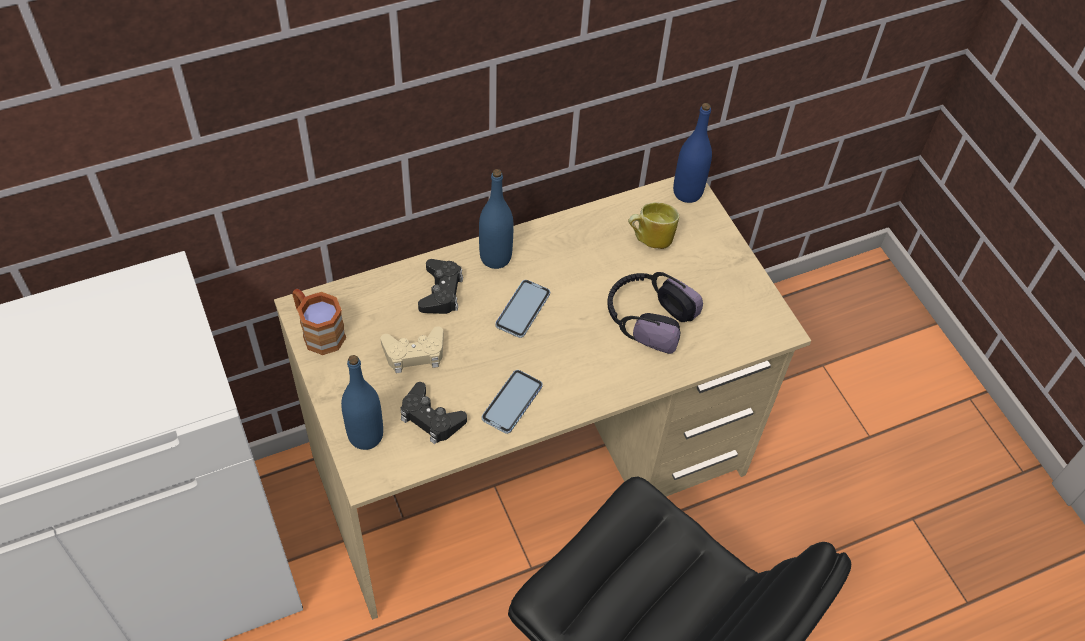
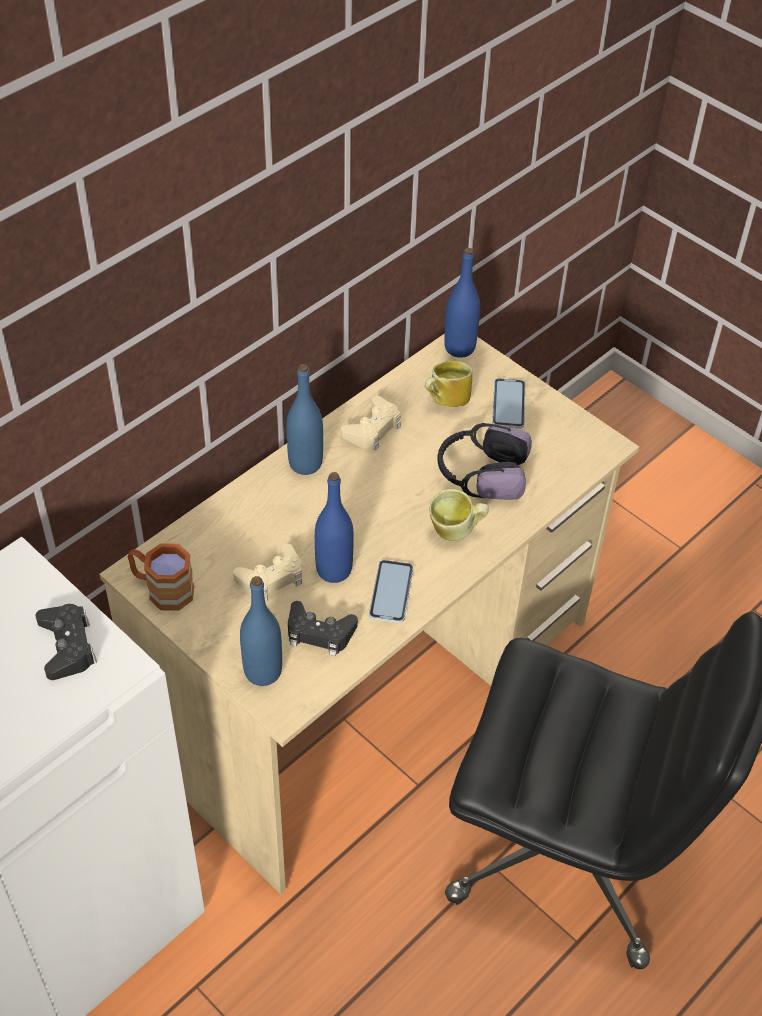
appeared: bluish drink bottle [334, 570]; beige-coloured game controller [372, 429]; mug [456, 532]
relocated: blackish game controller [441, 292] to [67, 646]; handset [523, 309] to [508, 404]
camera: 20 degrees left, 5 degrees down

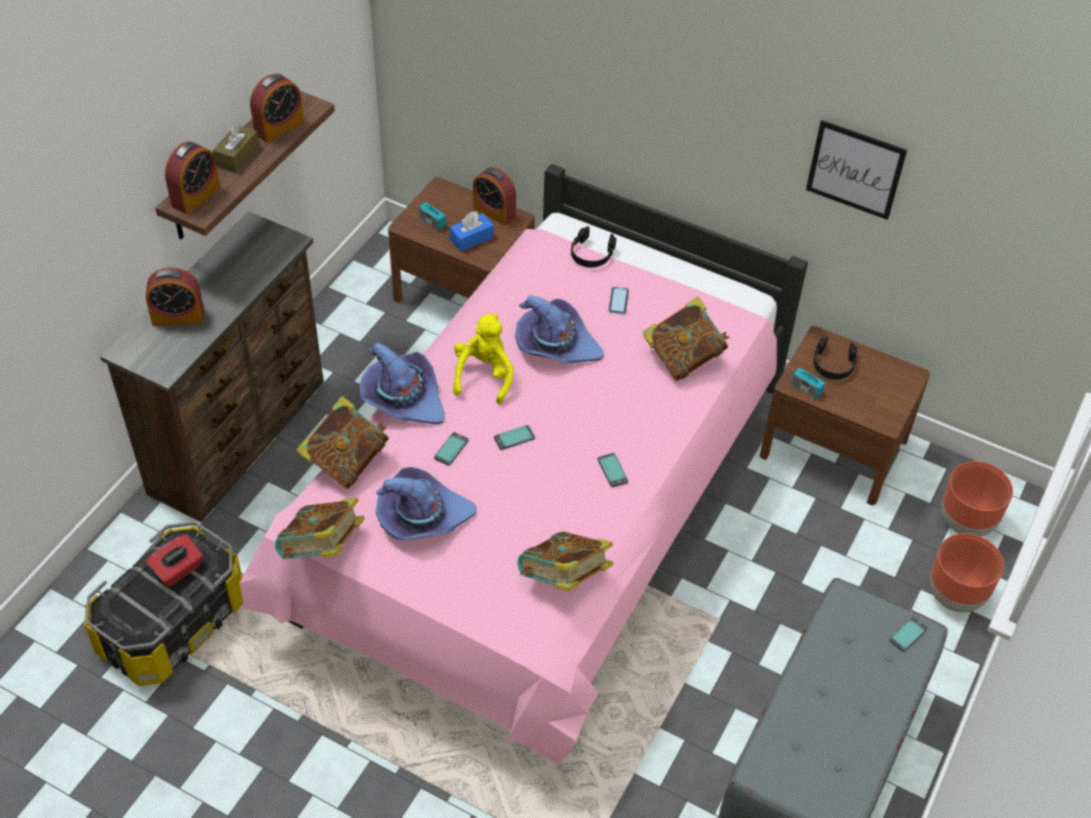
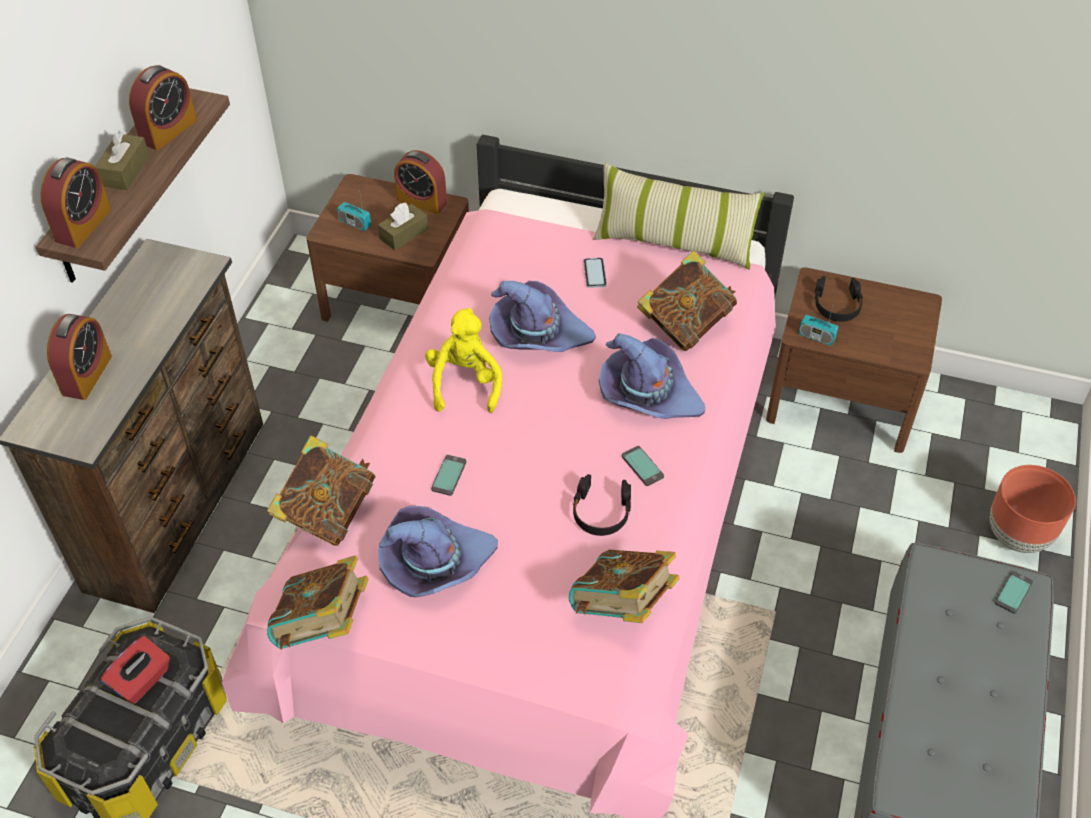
missing: handset [514, 438]; wall picture [855, 169]; brown-coloured planter [965, 522]
appeared: pillow [674, 243]
relocated: purplish hat [402, 398] to [647, 394]; blackish headphones [591, 253] to [601, 512]
colour: bluish tissue box [471, 238] to brown-coloured tissue box [404, 234]
spun: alarm clock [178, 316] = [87, 375] 60 degrees counterclockwise
camera: 10 degrees left, 0 degrees up

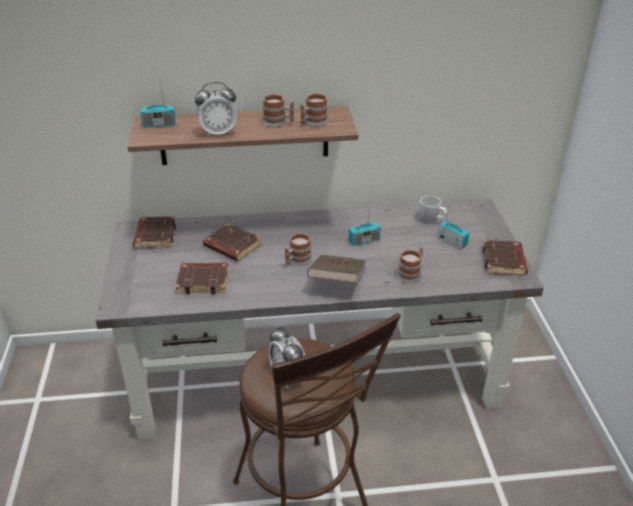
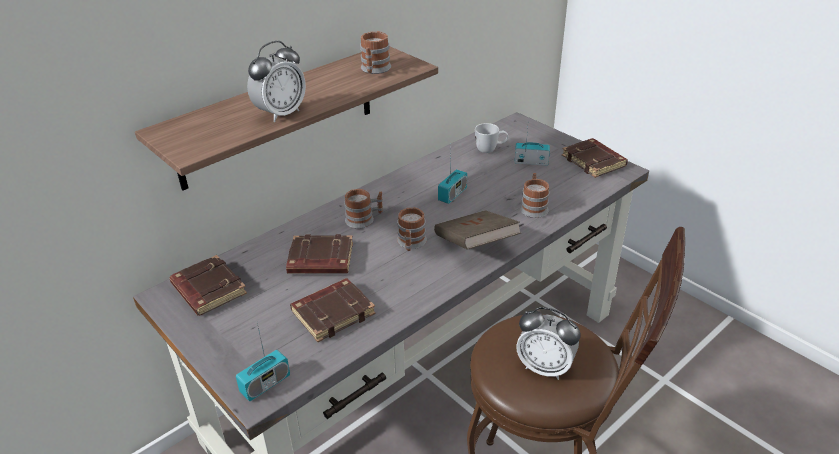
relocated: radio set [159, 124] to [265, 384]; mug [278, 123] to [364, 219]
camera: 35 degrees left, 0 degrees up

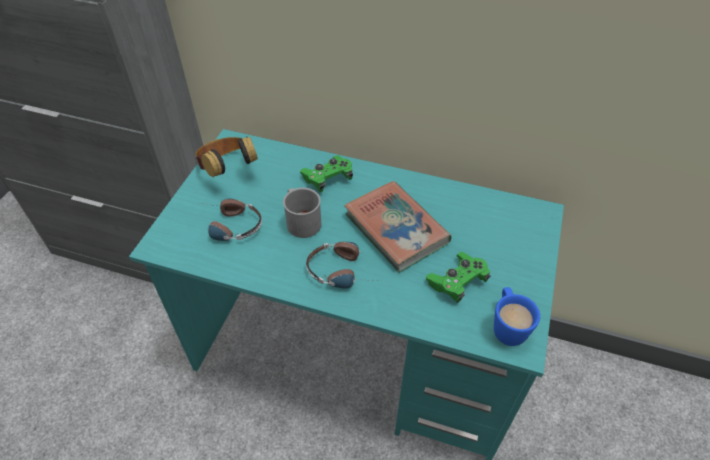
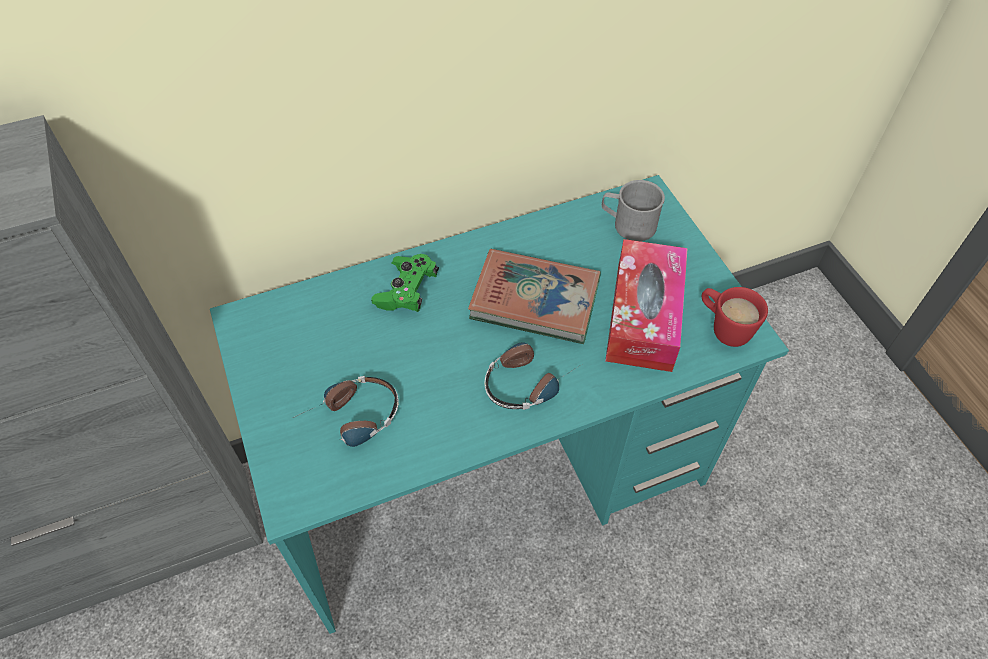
missing: headphones [228, 171]
relocated: gray mug [301, 221] to [628, 224]
exchanged: green-coloured game controller [457, 282] to tissue box [643, 316]
colour: bluish mug [507, 326] to red-coloured mug [723, 328]
camera: 40 degrees left, 5 degrees up

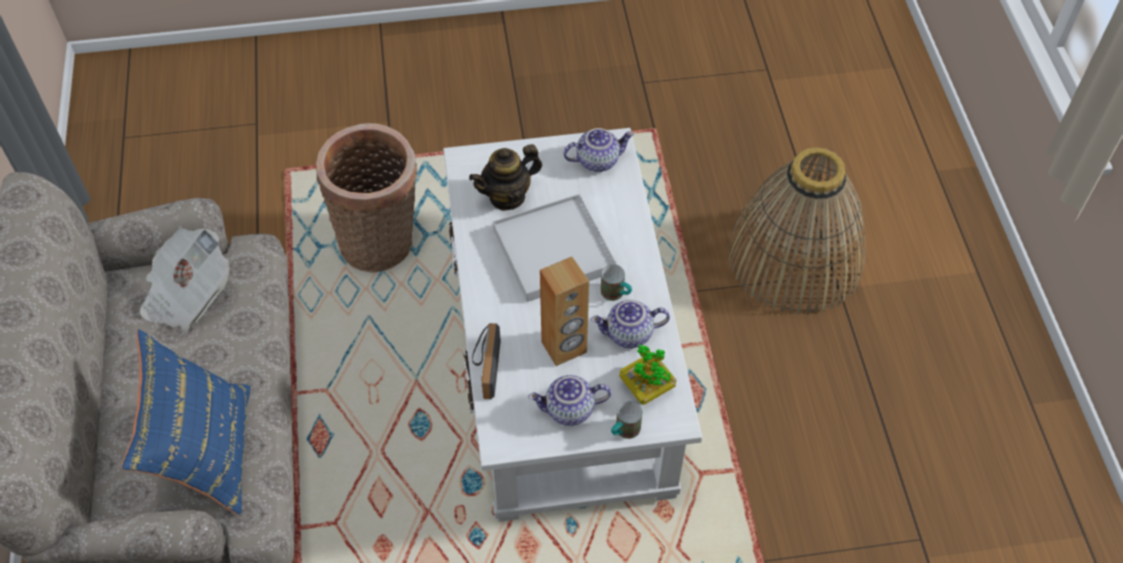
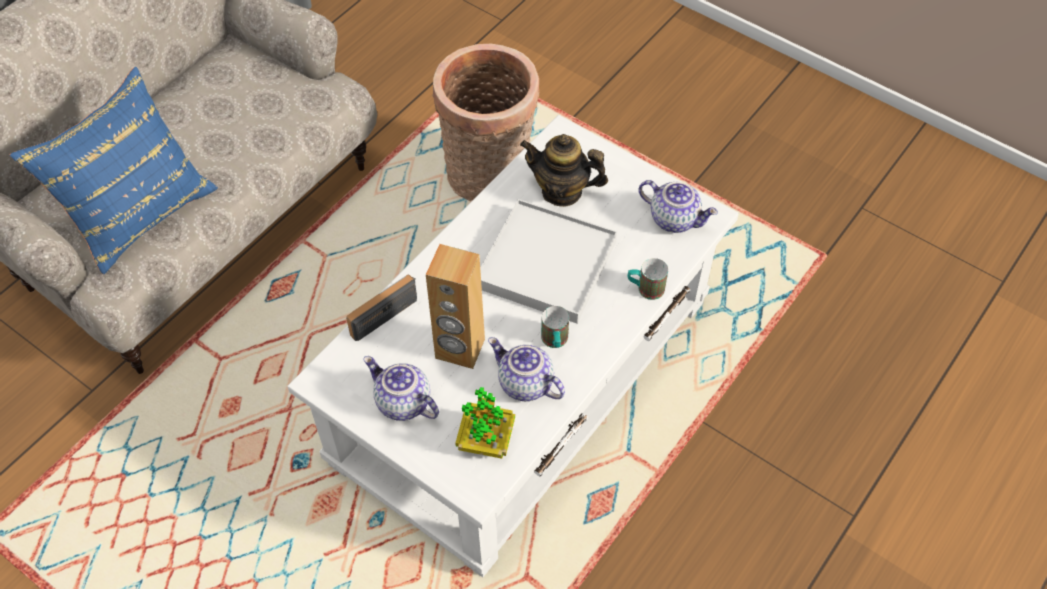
missing: printed paper [188, 294]; household basket [794, 258]
relocated: mug [624, 431] to [645, 289]
camera: 45 degrees right, 0 degrees up

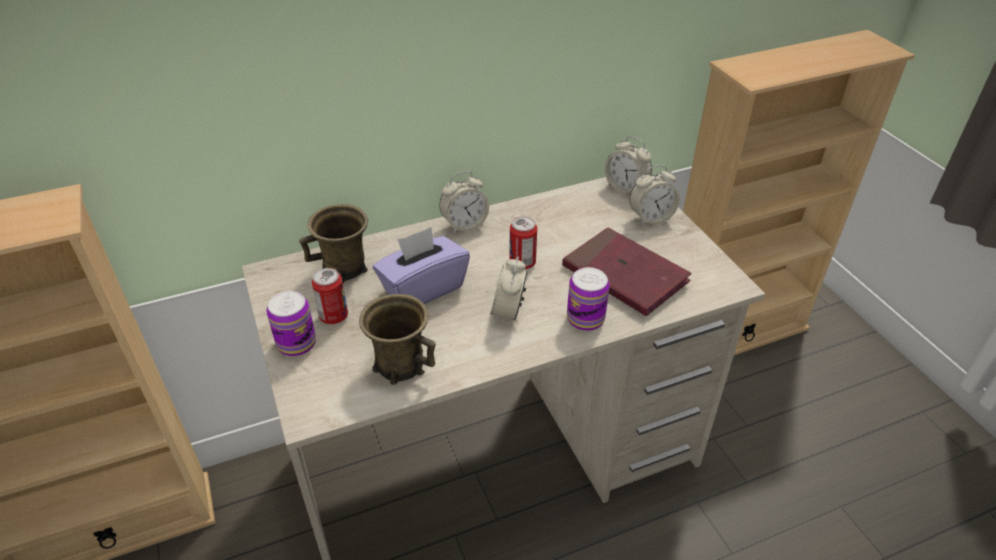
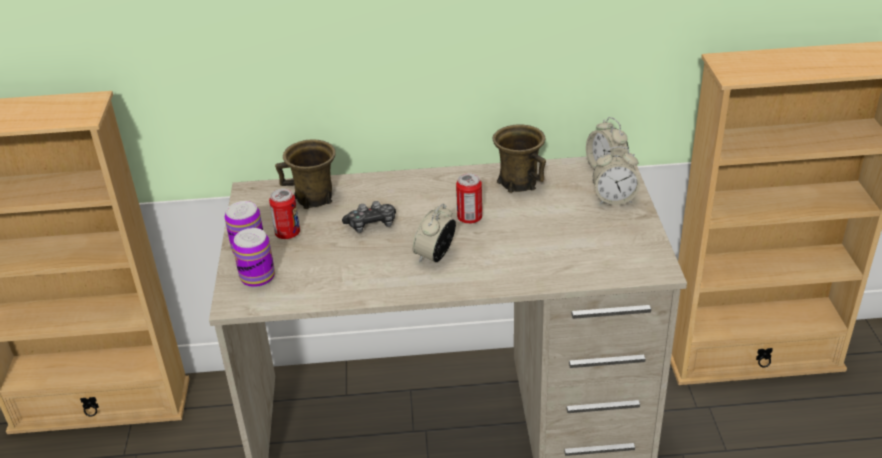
missing: alarm clock [464, 225]; red-coloured volume [624, 275]
relocated: brown-coloured mug [400, 364] to [519, 182]; metal can [585, 319] to [257, 277]
exchanged: purplish tissue box [423, 288] to game controller [371, 224]
camera: 20 degrees right, 5 degrees down

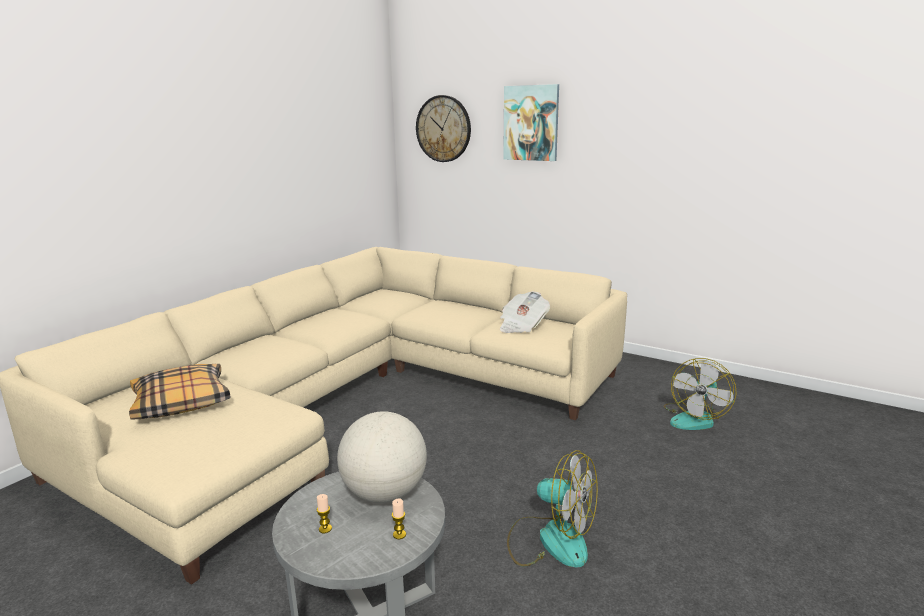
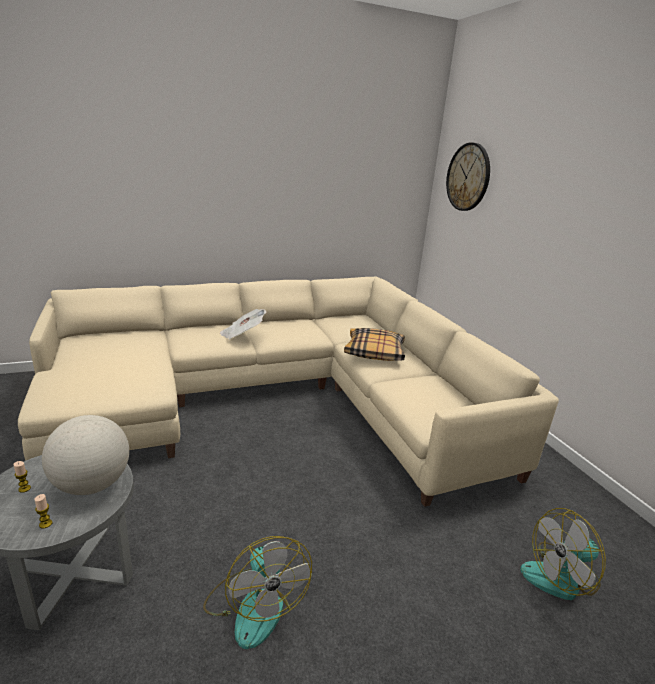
missing: wall picture [531, 123]
relocated: pillow [181, 402] to [374, 352]; printed paper [522, 326] to [242, 335]
camera: 35 degrees right, 5 degrees up

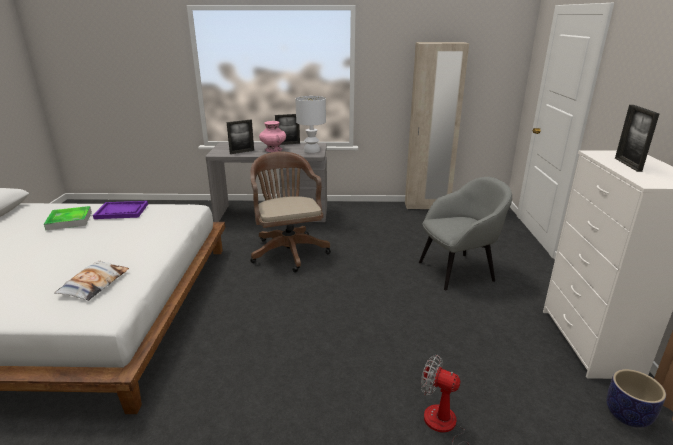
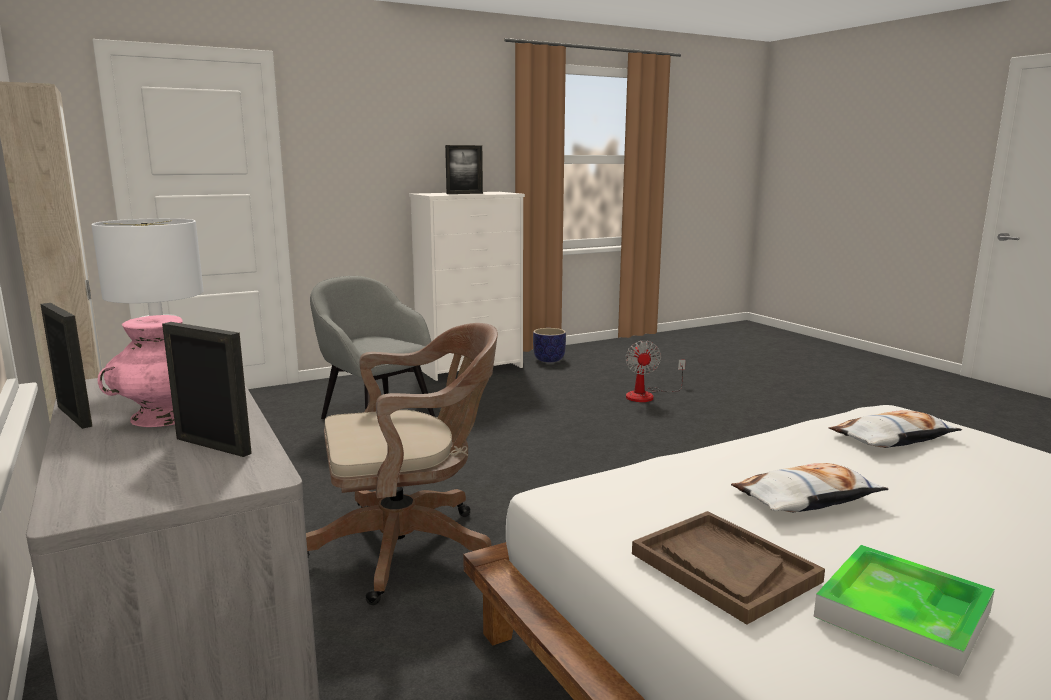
appeared: pillow [806, 499]
colour: purplish carrying tray [122, 211] to brown-coloured carrying tray [723, 567]
spun: brown-coloured office chair [288, 250] = [410, 548] 150 degrees counterclockwise
camera: 120 degrees left, 10 degrees down

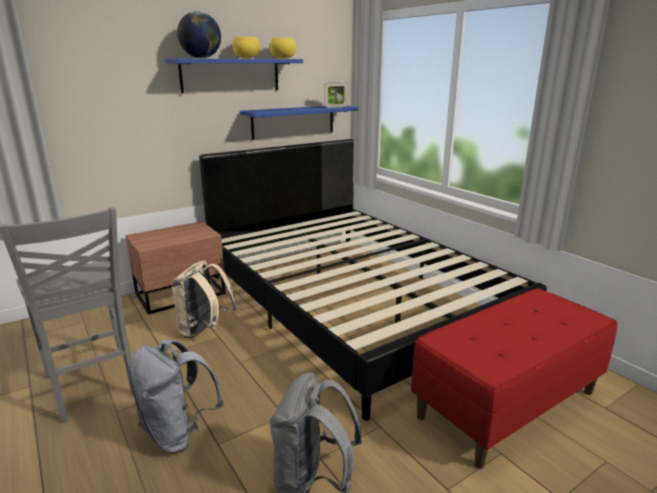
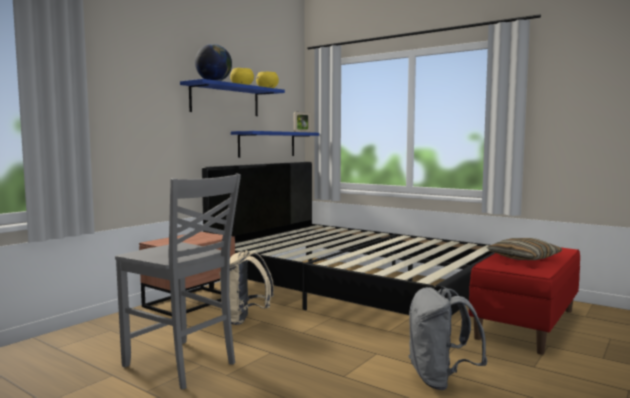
missing: gray backpack [178, 433]
appeared: pillow [523, 258]
camera: 20 degrees left, 15 degrees down

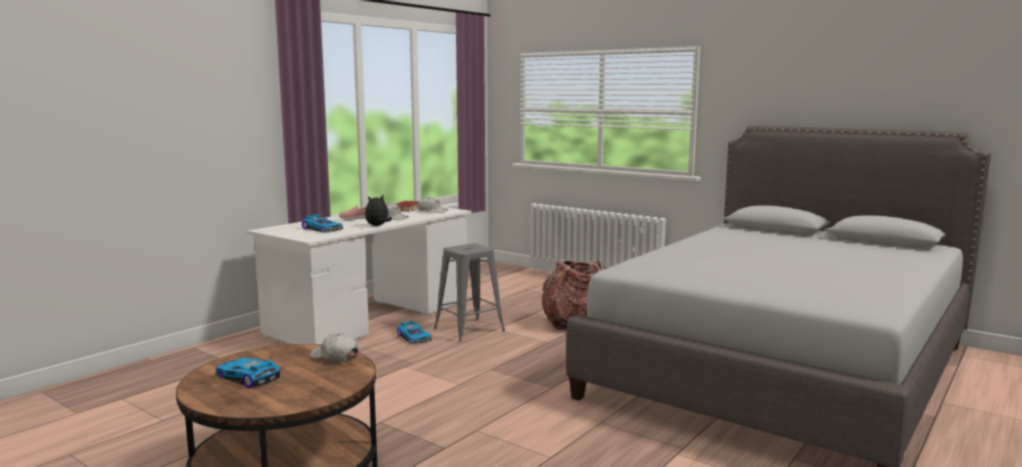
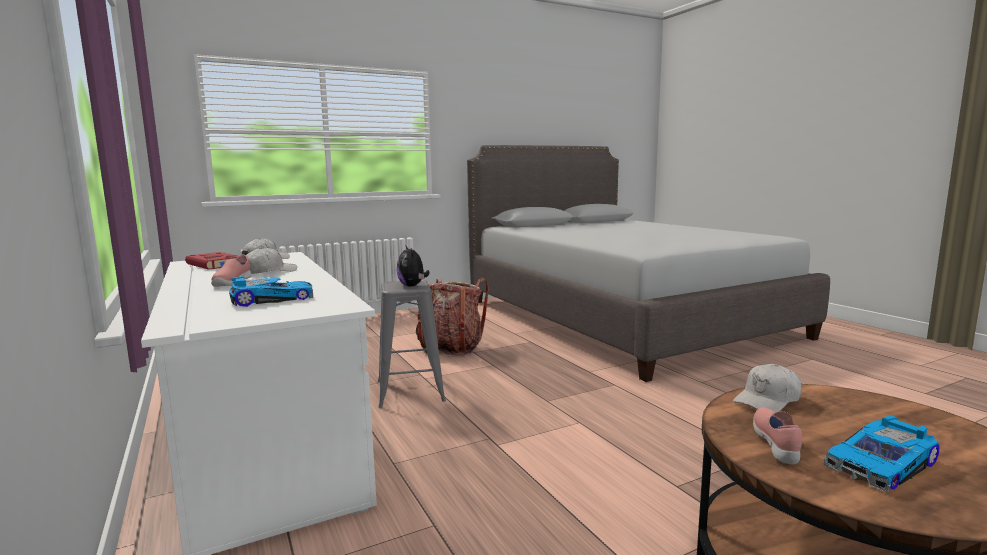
missing: toy car [414, 337]
appeared: pink shoe [777, 444]
relocated: plush toy [378, 226] to [413, 286]
camera: 65 degrees left, 0 degrees up

